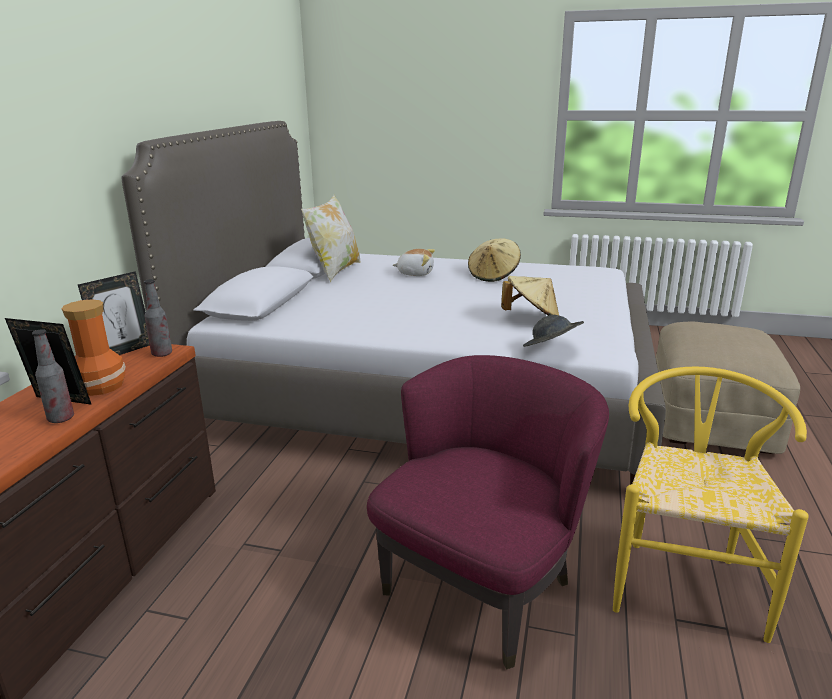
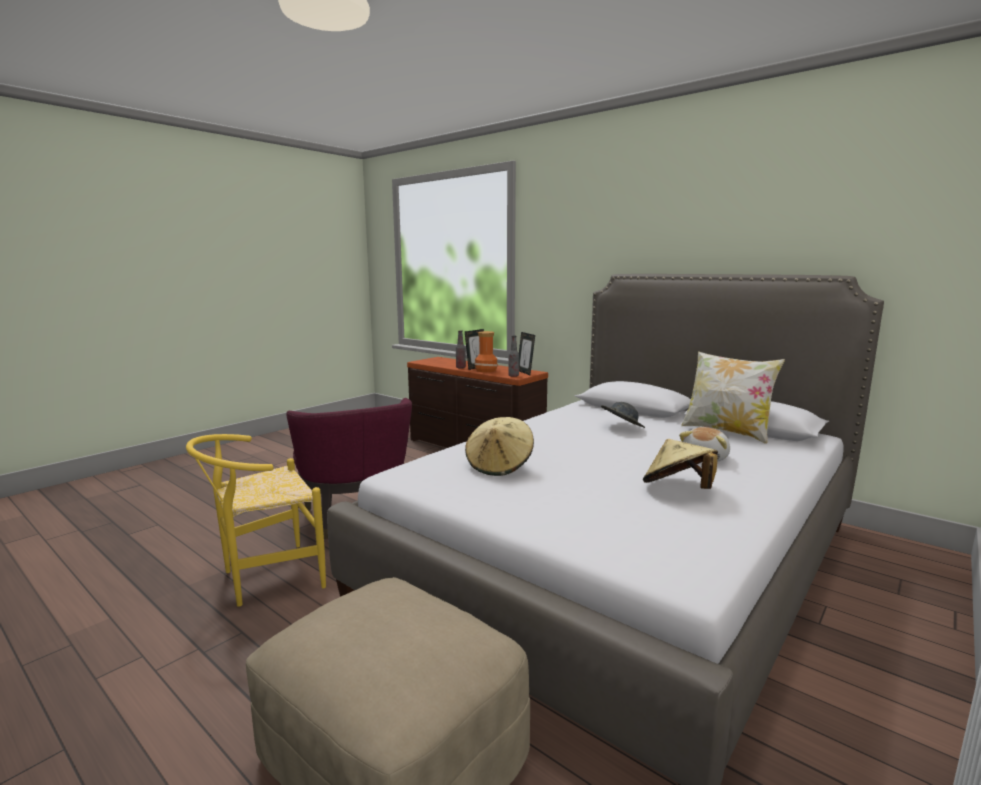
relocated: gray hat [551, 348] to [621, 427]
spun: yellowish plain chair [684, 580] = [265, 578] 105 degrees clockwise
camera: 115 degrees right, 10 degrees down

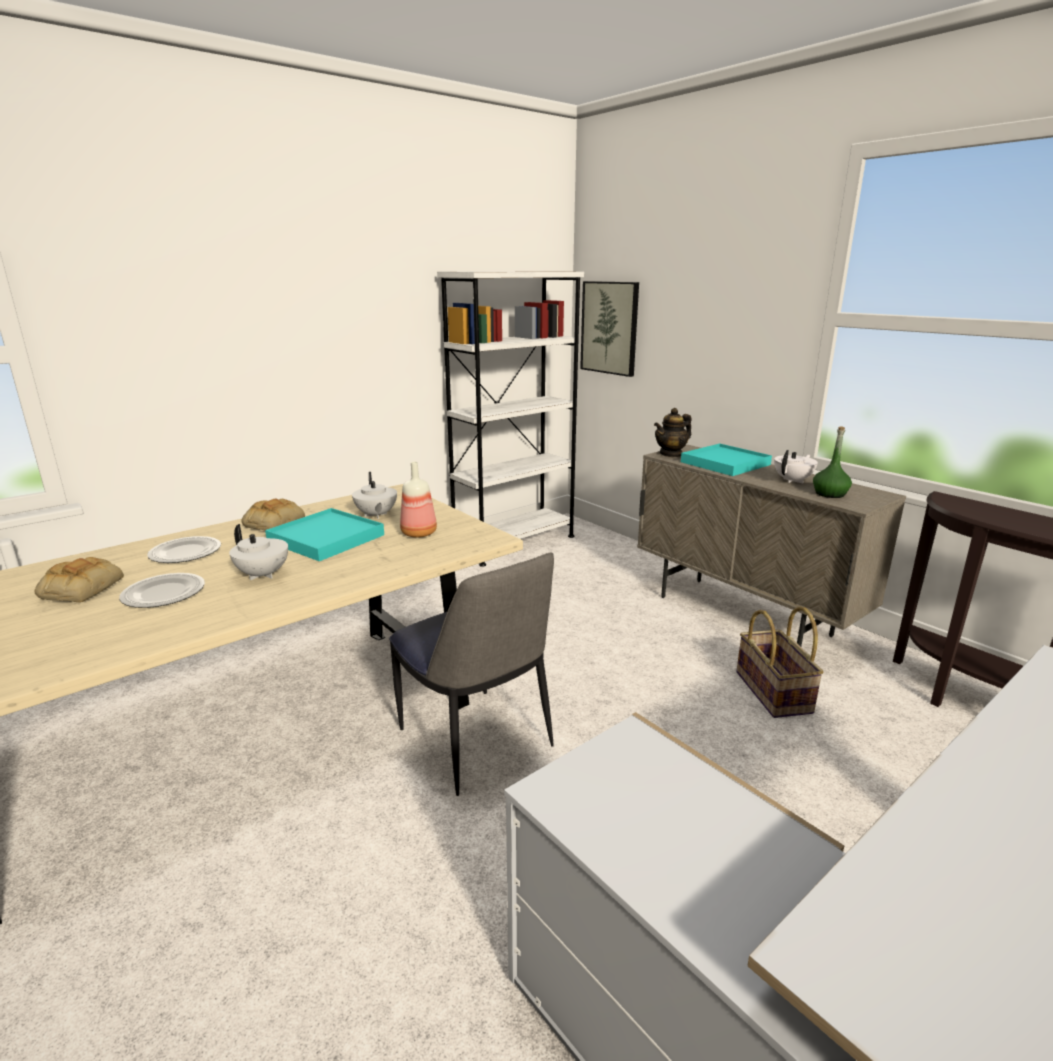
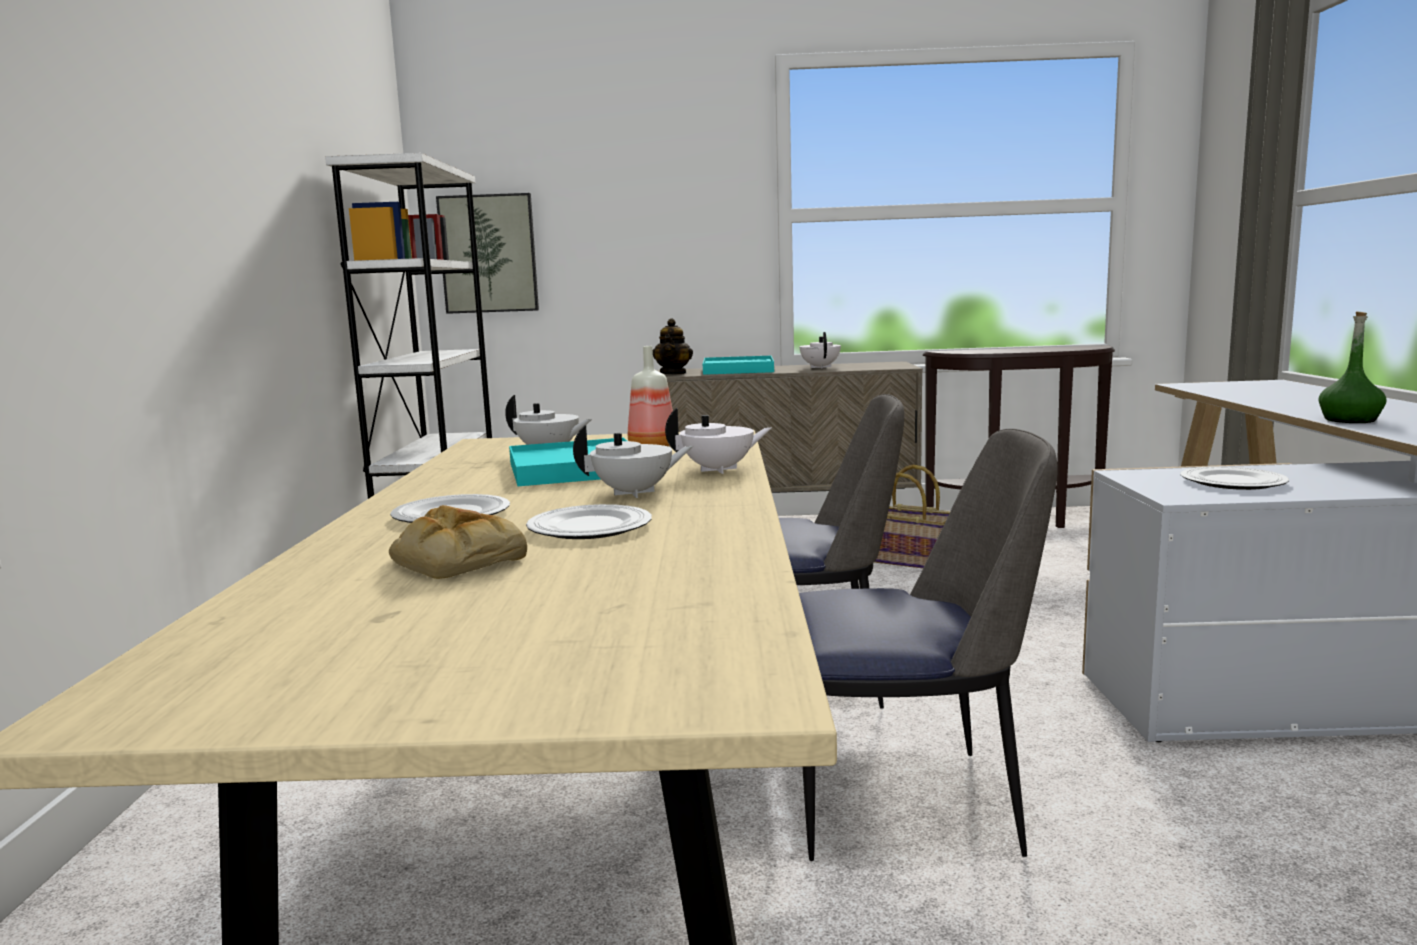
missing: baked bread [274, 522]
appeared: white tea pot [719, 470]; plain chair [908, 804]; plate [1234, 482]
relocated: green-coloured drink bottle [830, 494] to [1350, 420]
camera: 50 degrees left, 10 degrees down

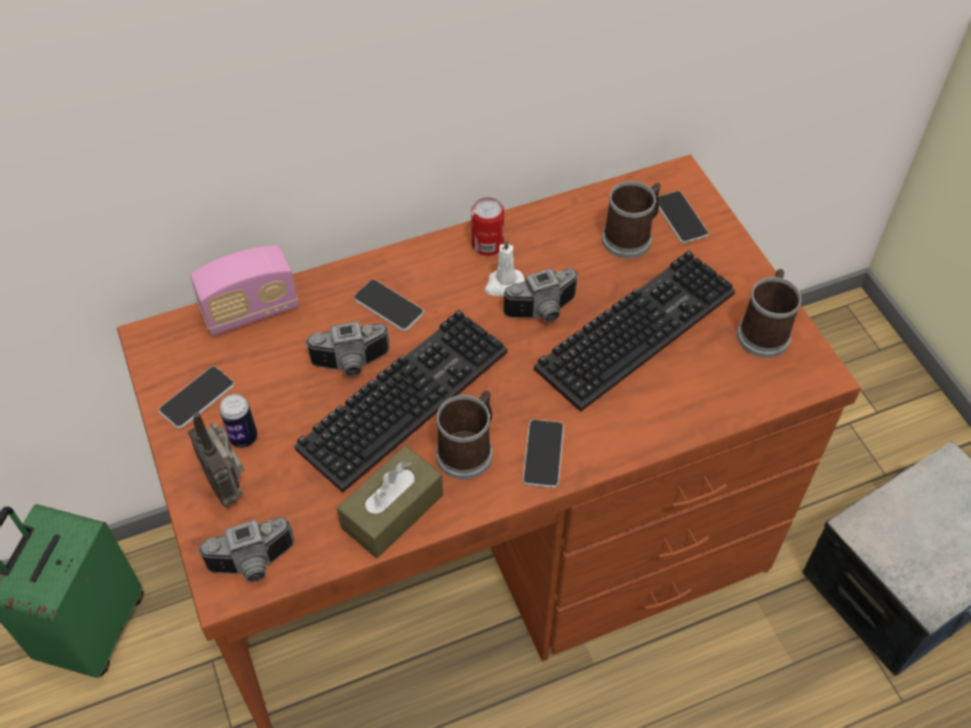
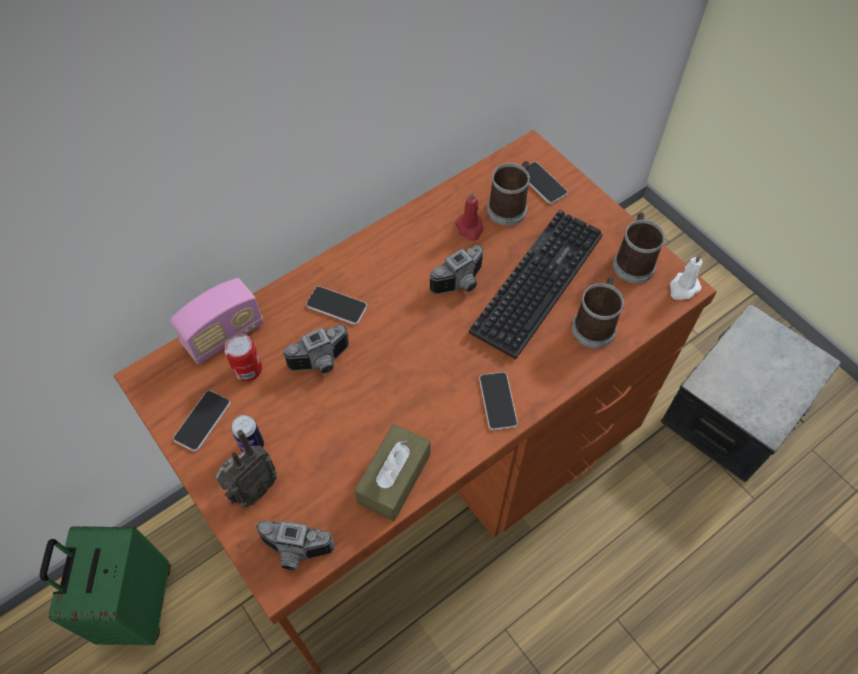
missing: keyboard [404, 395]
appeared: red-coloured wax light [470, 228]
relocated: mug [468, 450] to [595, 325]; metal can [487, 244] to [248, 369]; white wax light [503, 284] to [683, 288]
spun: radio set [228, 486] = [252, 490] 90 degrees counterclockwise; still camera [253, 565] = [295, 553] 45 degrees clockwise
camera: 15 degrees left, 5 degrees up

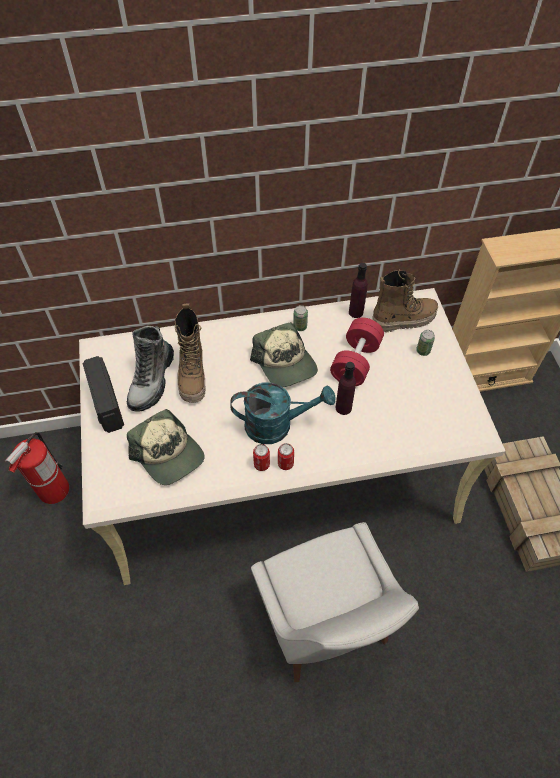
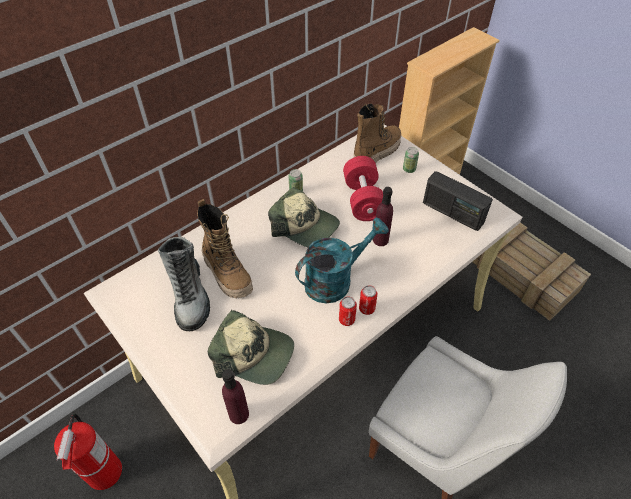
relocated: radio set [106, 404] to [452, 213]; purplish drink bottle [356, 312] to [239, 414]
camera: 30 degrees left, 5 degrees down

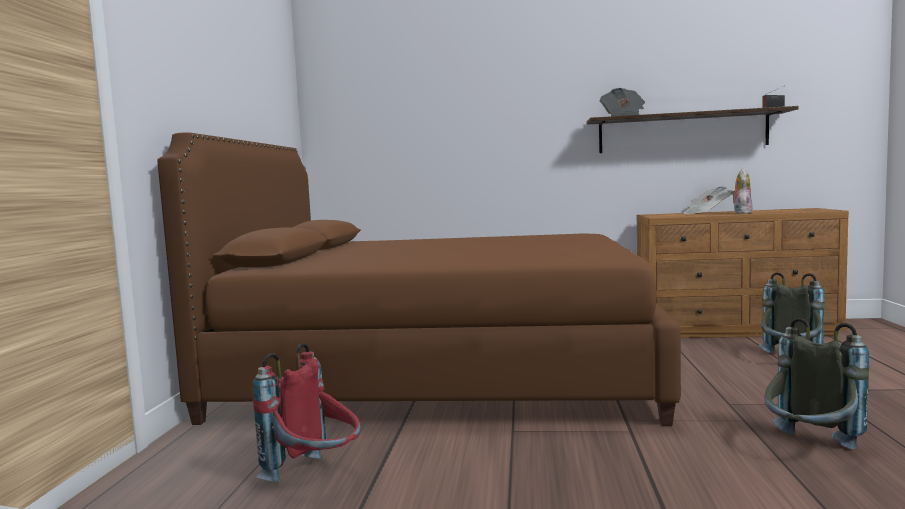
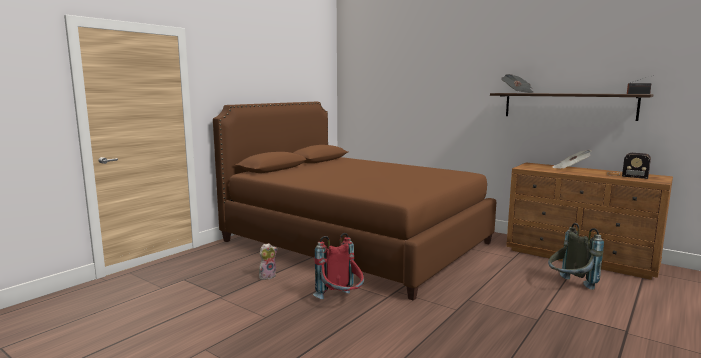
missing: gray backpack [810, 448]
appeared: radio set [625, 175]
relocated: red-coloured backpack [316, 475] to [341, 301]; plush toy [741, 213] to [267, 276]
camera: 30 degrees right, 5 degrees up

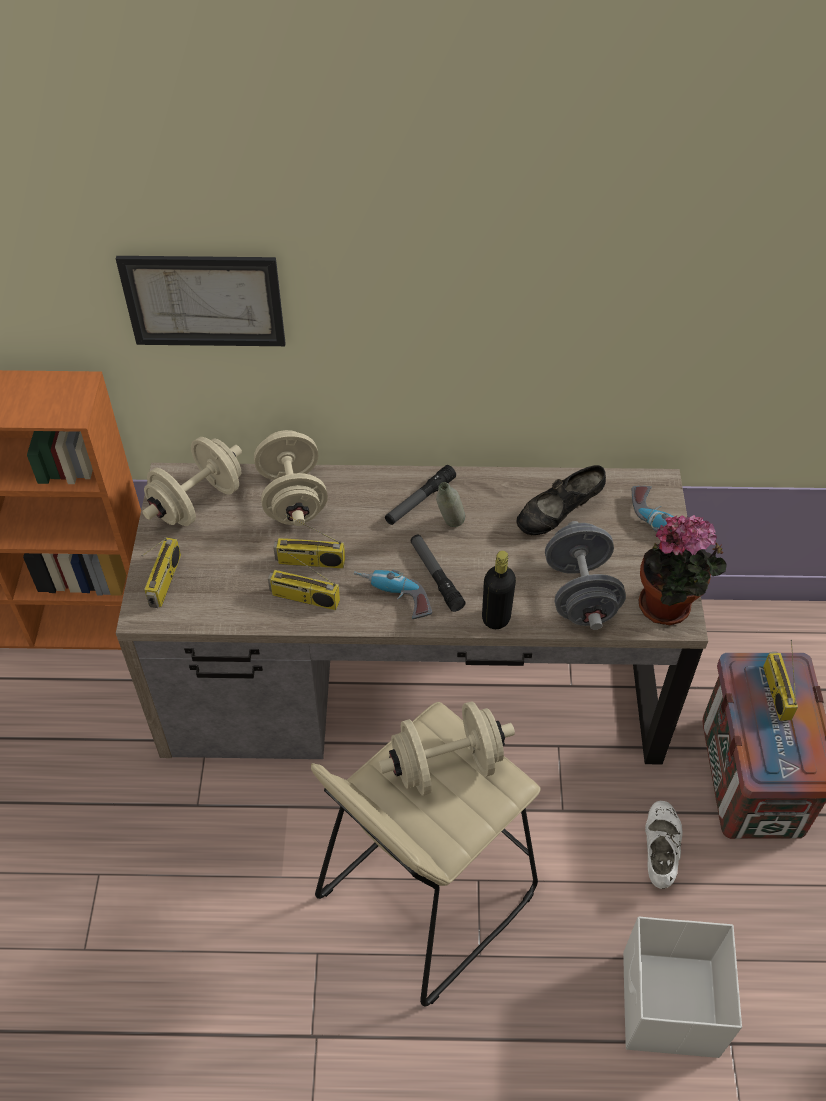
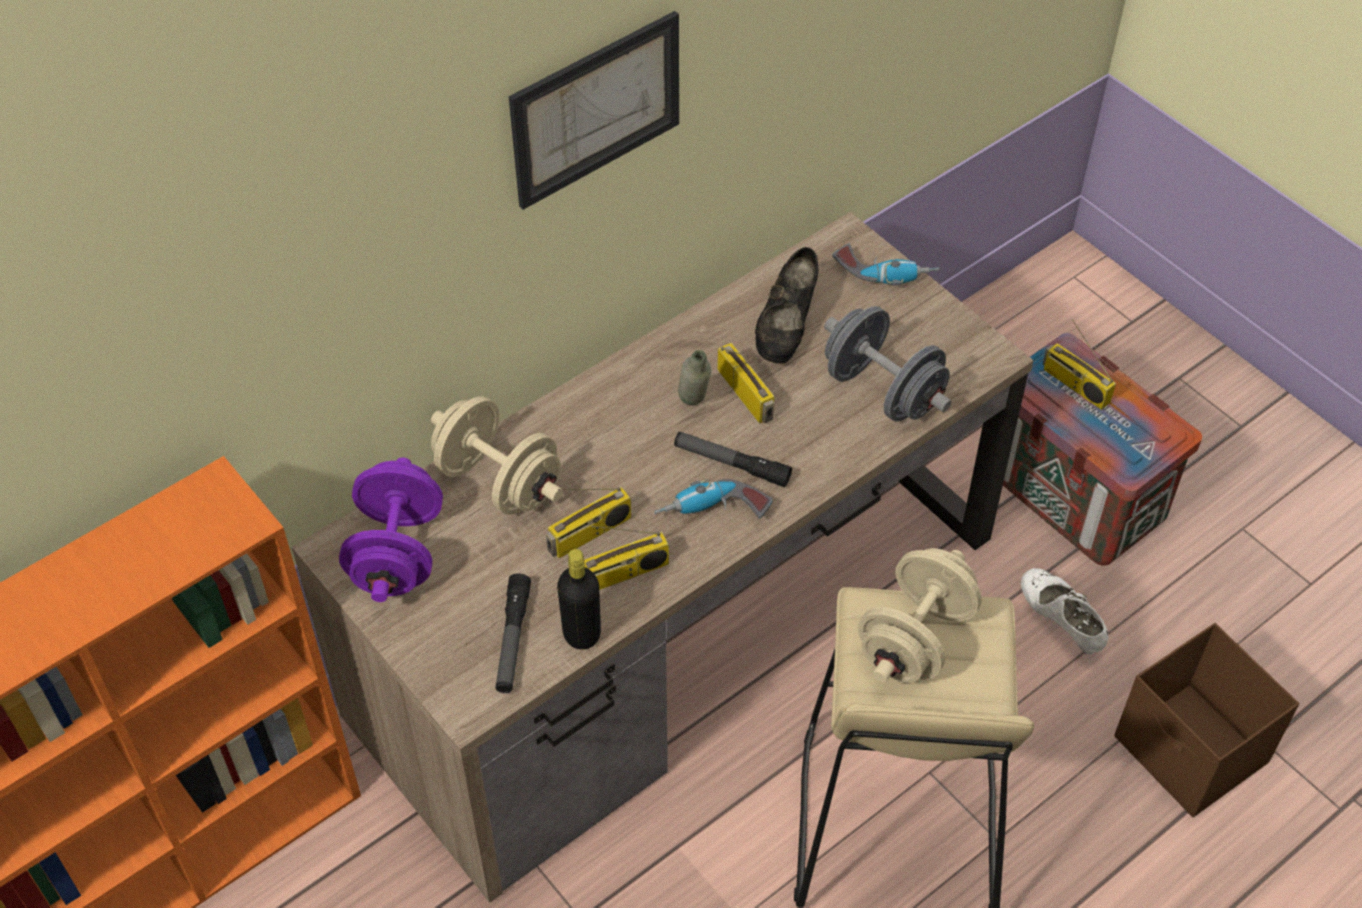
missing: potted plant [669, 607]
relocated: wall picture [204, 300] to [595, 109]; radio set [165, 581] to [747, 394]; hand torch [420, 500] to [512, 639]; blackish drink bottle [496, 618] to [581, 634]
colour: beige-coloured free weight [198, 502] to purplish free weight [397, 554]; white storage box [668, 1006] to brown-coloured storage box [1191, 752]
camera: 40 degrees left, 0 degrees up

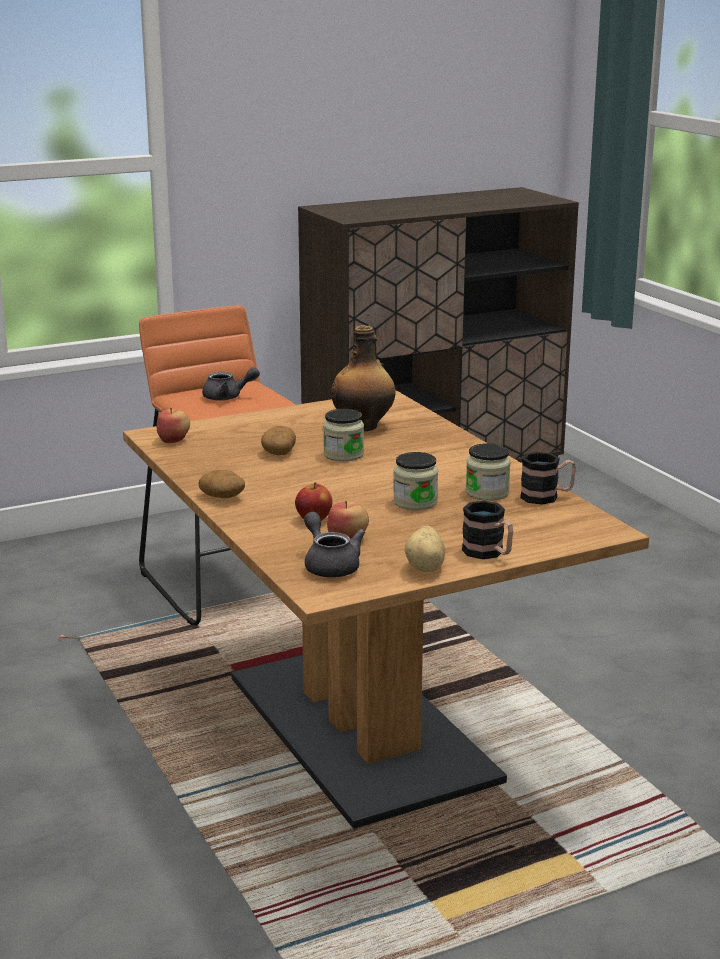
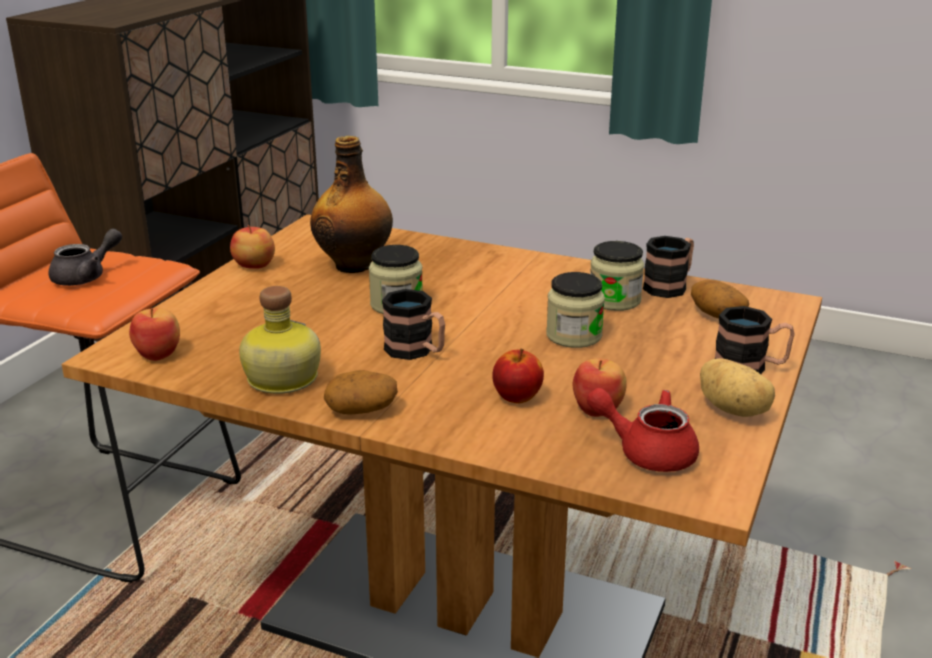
appeared: whole apple [254, 265]; drink bottle [280, 379]; mug [416, 351]
relocated: whole potato [278, 452] to [716, 314]
colour: gray tea pot [329, 565] to red-coloured tea pot [647, 451]
camera: 40 degrees left, 5 degrees up

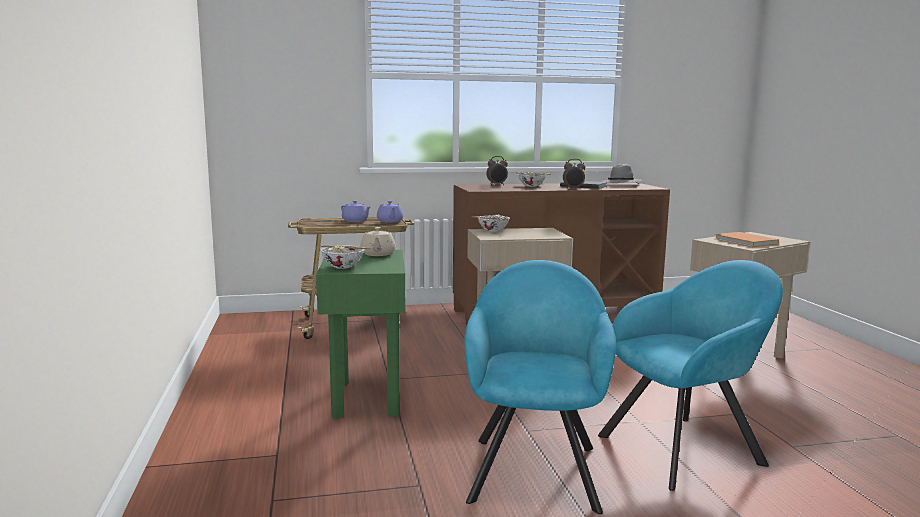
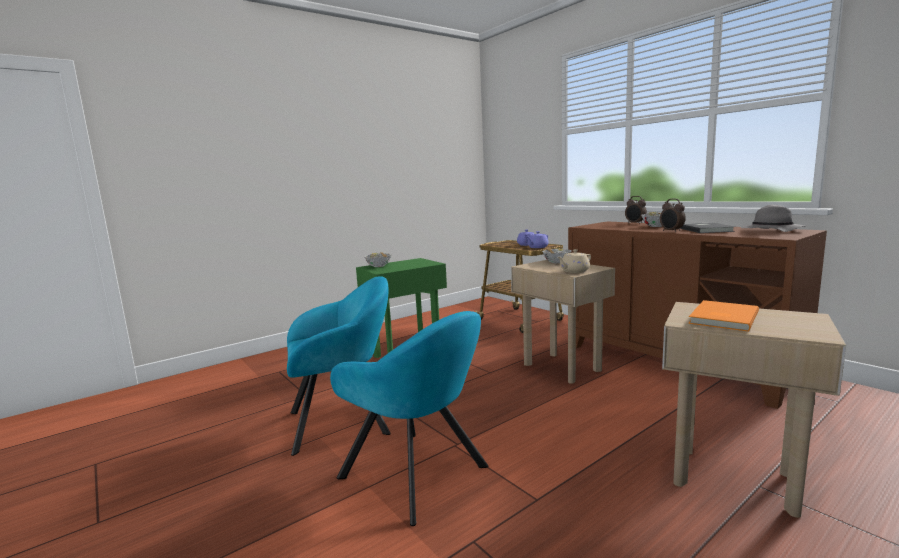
relocated: beige-coloured tea pot [377, 254] to [574, 271]
camera: 65 degrees right, 0 degrees up

